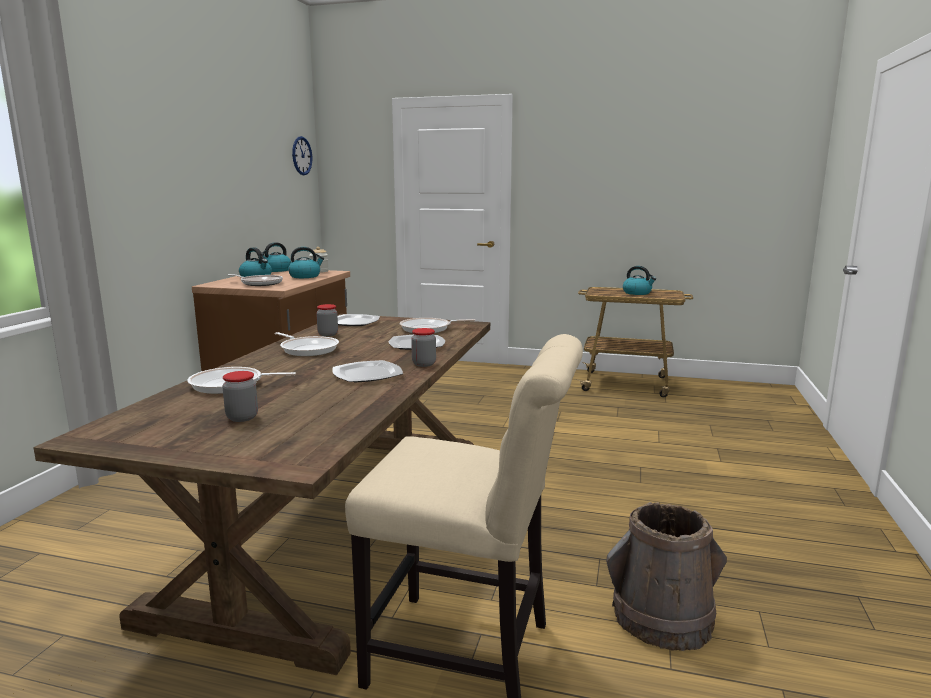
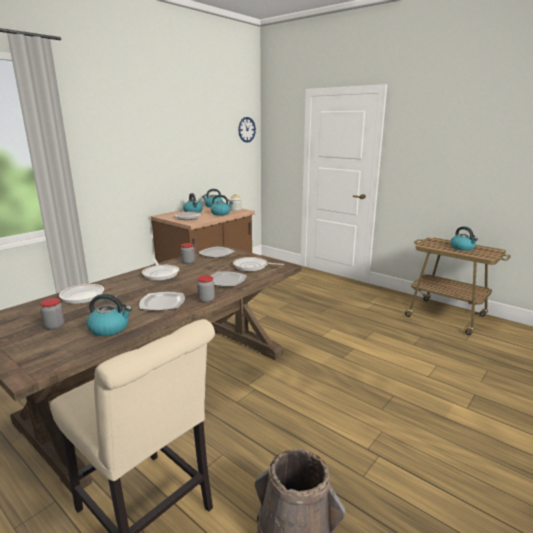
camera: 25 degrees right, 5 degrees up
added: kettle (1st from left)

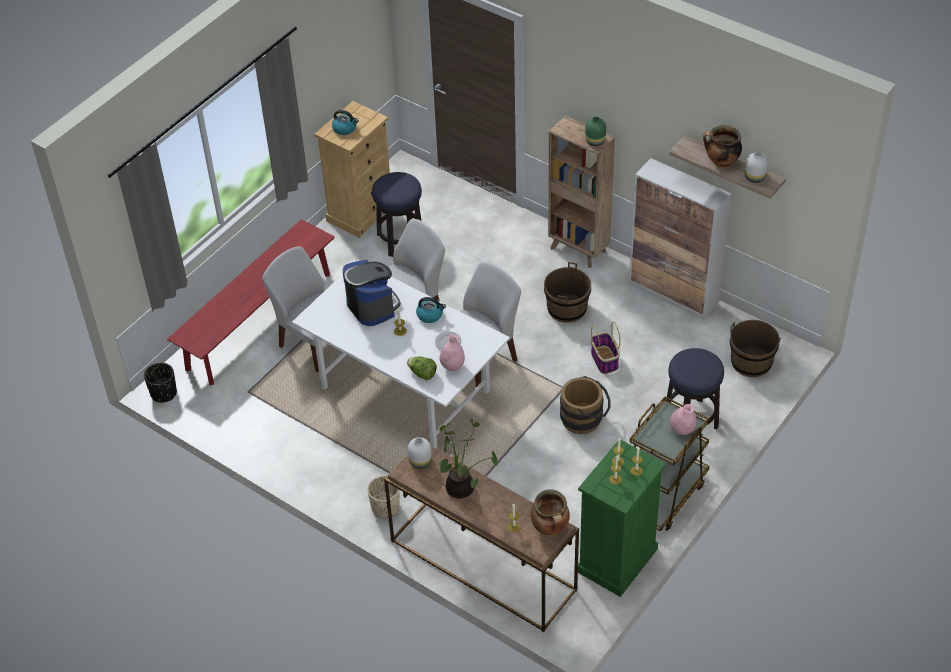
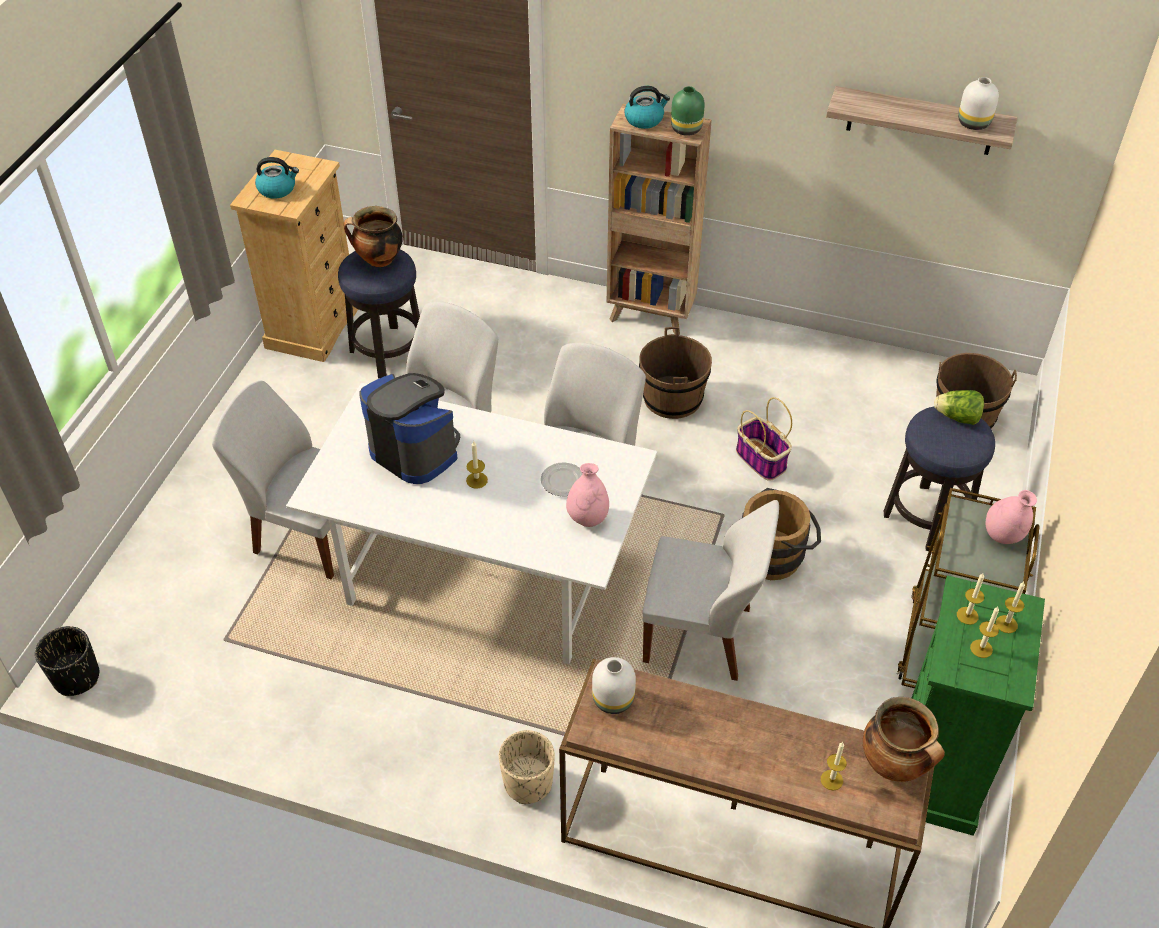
camera: 20 degrees left, 0 degrees up
removed: cabinet; red bench; potted plant
added: white chair (4th from left)
moved: cooking pot (2nd from left in the first image) to cooking pot (1st from left); kettle (2nd from left); lettuce

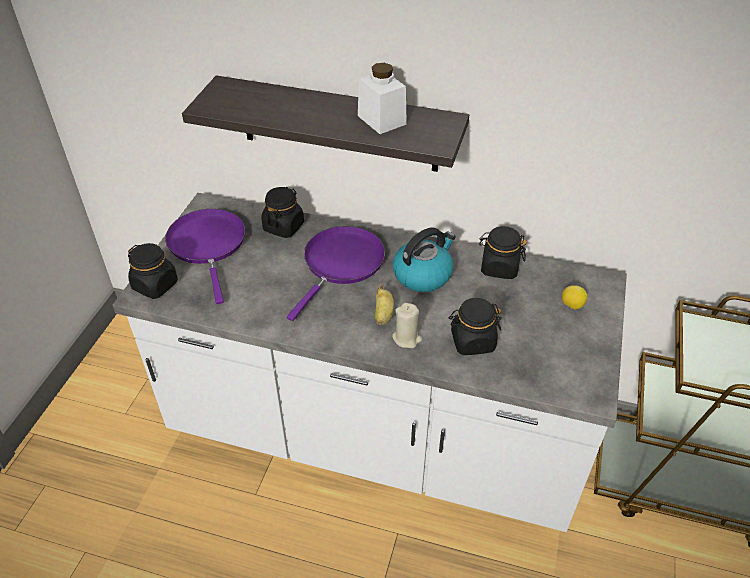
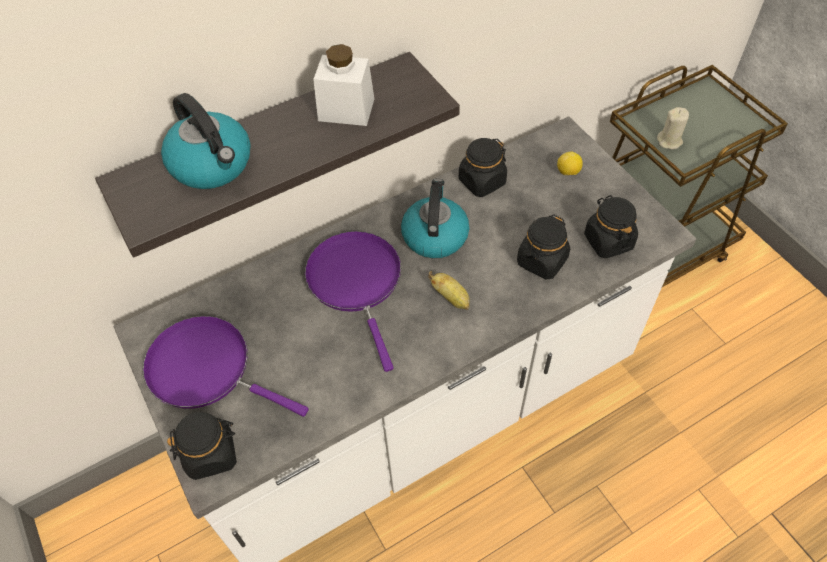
camera: 45 degrees left, 10 degrees up
added: kettle (1st from left)
moved: black jar (2nd from left in the first image) to black jar (4th from left); beige candle

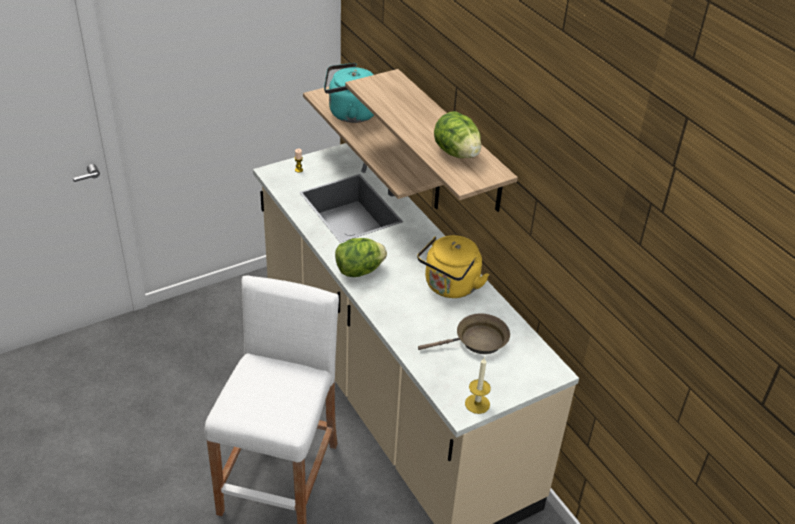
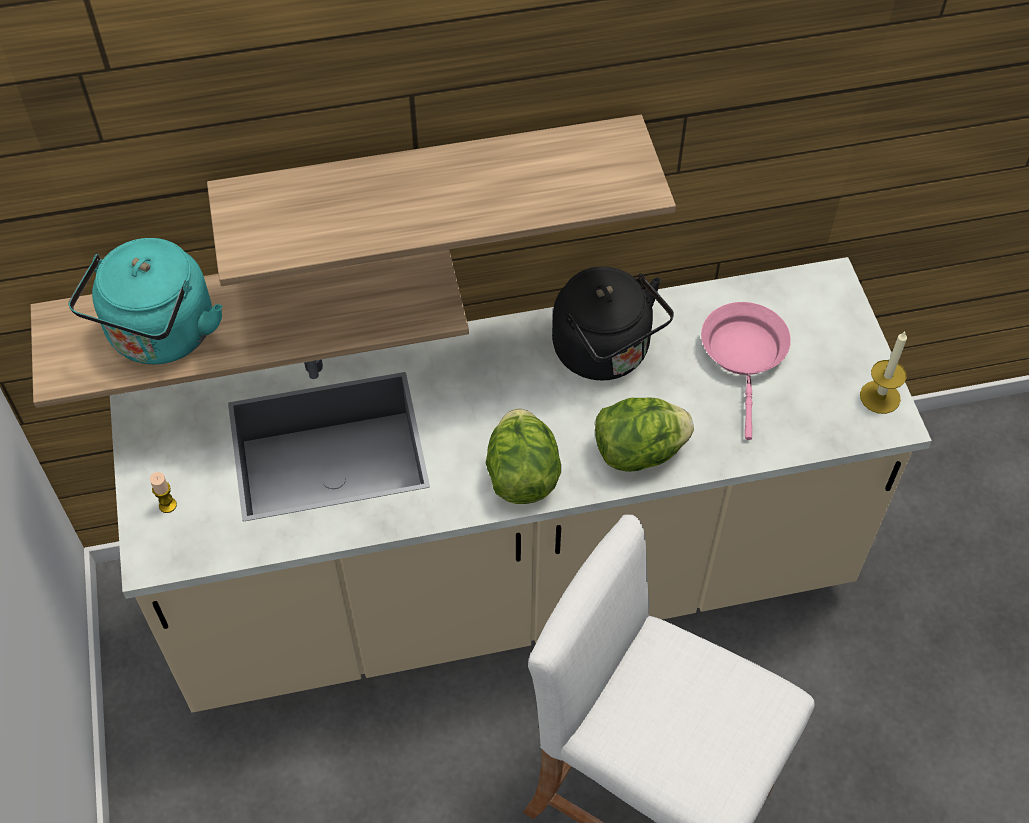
camera: 70 degrees left, 15 degrees up
moved: lettuce (2nd from left)
recoloured: yellow kettle to black kettle; brown frying pan to pink frying pan

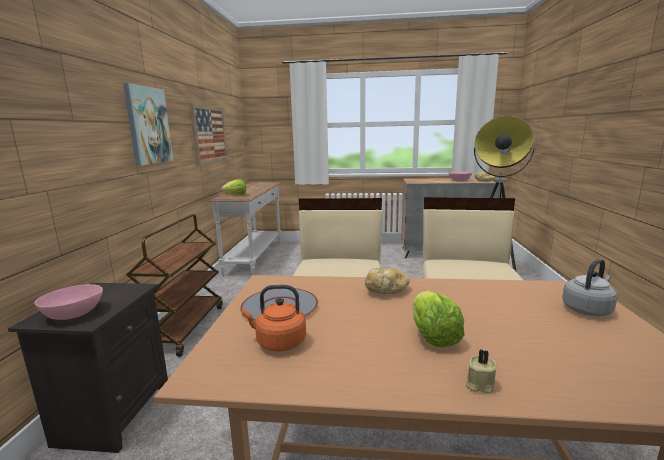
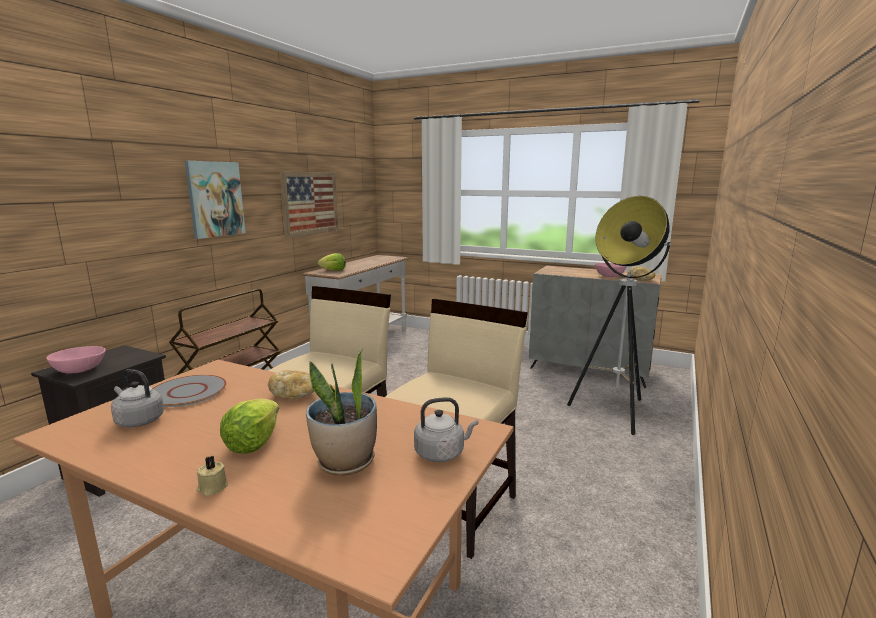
camera: 20 degrees right, 0 degrees up
added: potted plant
recoloured: orange kettle to grey kettle (1st from left)

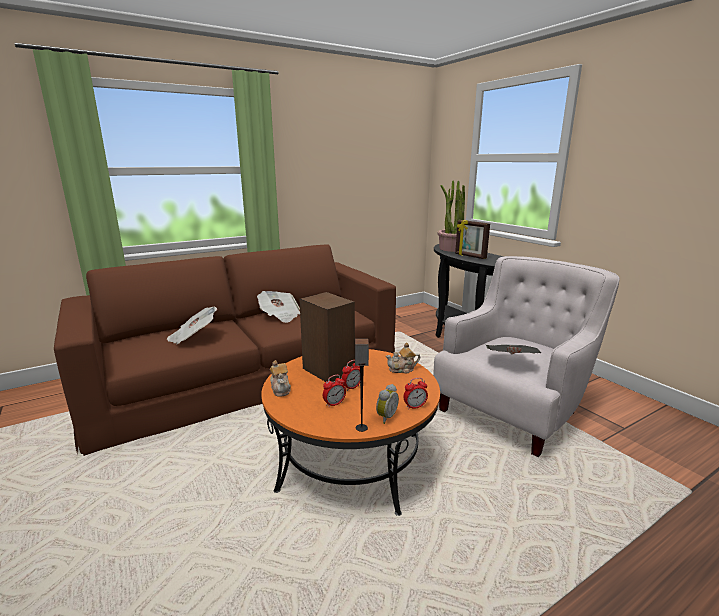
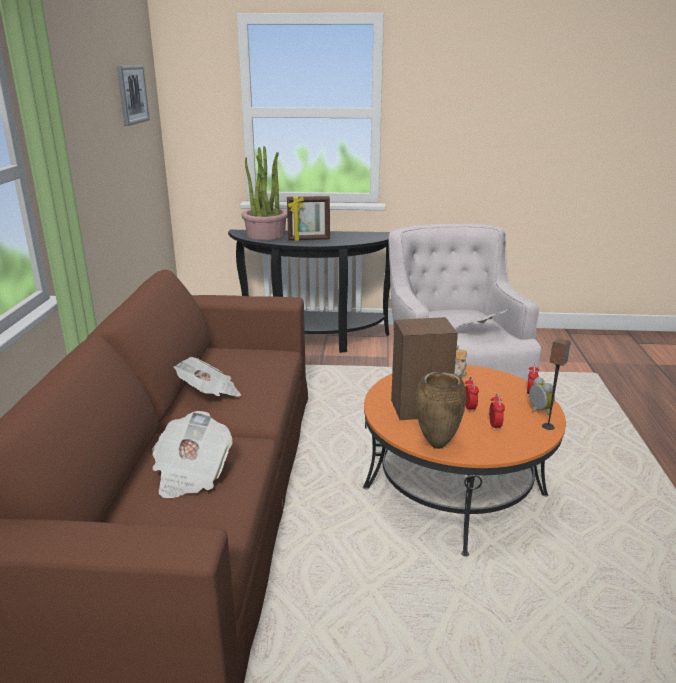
camera: 55 degrees left, 5 degrees up
added: picture
replaced: teapot (1st from left) to brown vase

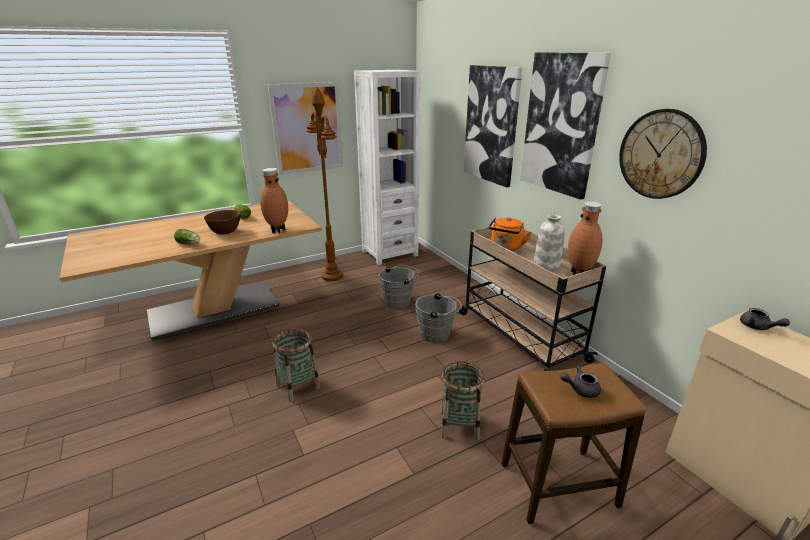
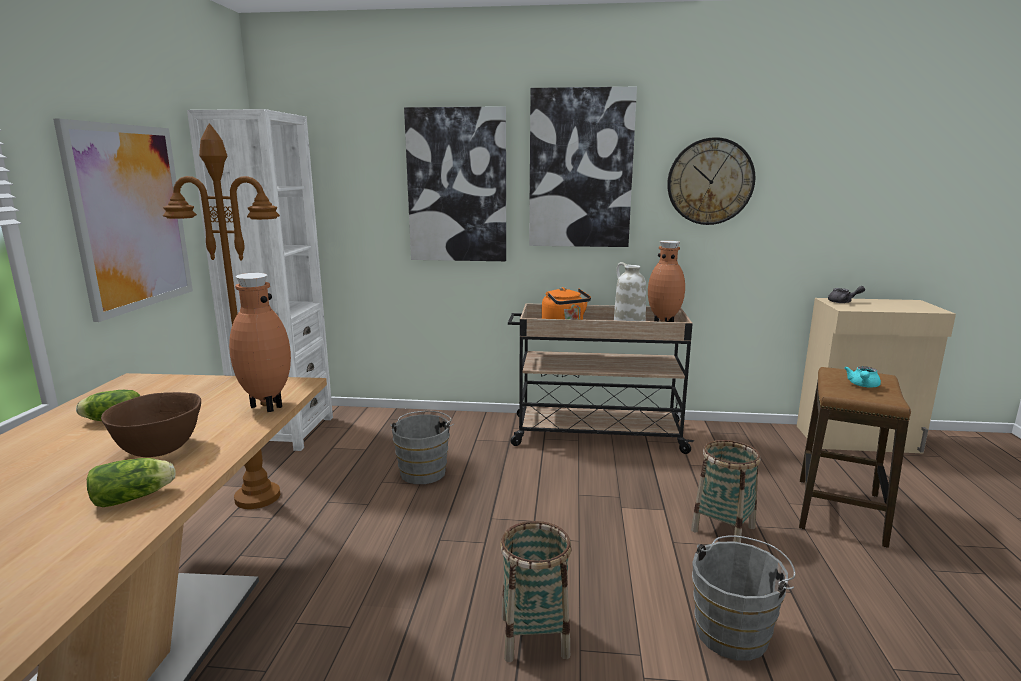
camera: 55 degrees left, 10 degrees down
moved: grey bucket (2nd from left)
recoloured: grey teapot (1st from left) to turquoise teapot

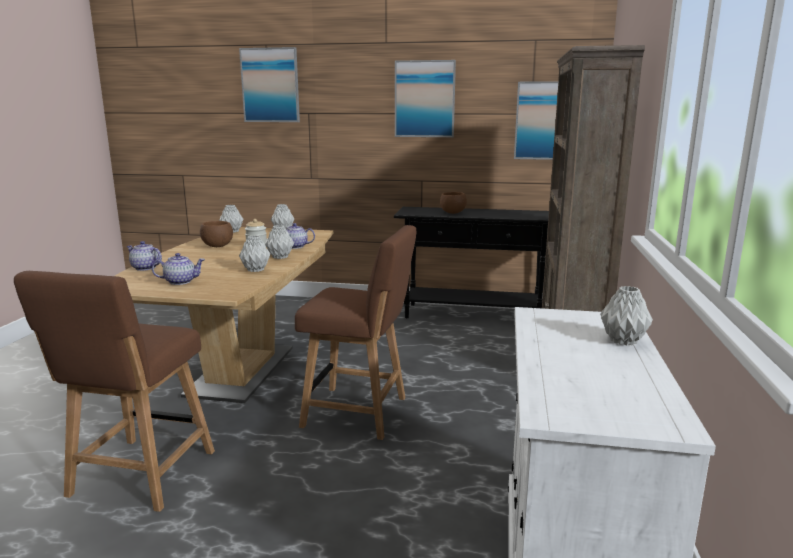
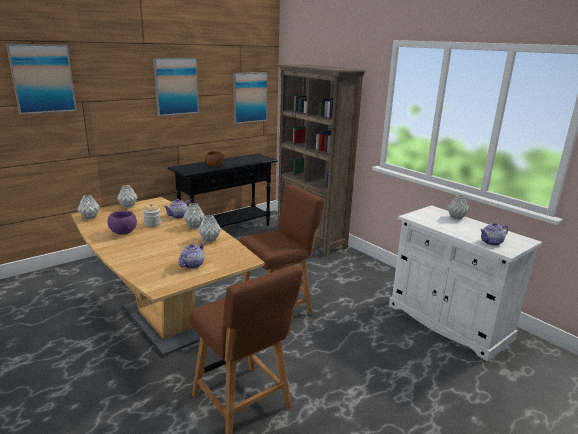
camera: 50 degrees left, 5 degrees up
moved: teapot (1st from left in the first image) to teapot (3rd from left)
recoloured: brown bowl (1st from left) to purple bowl

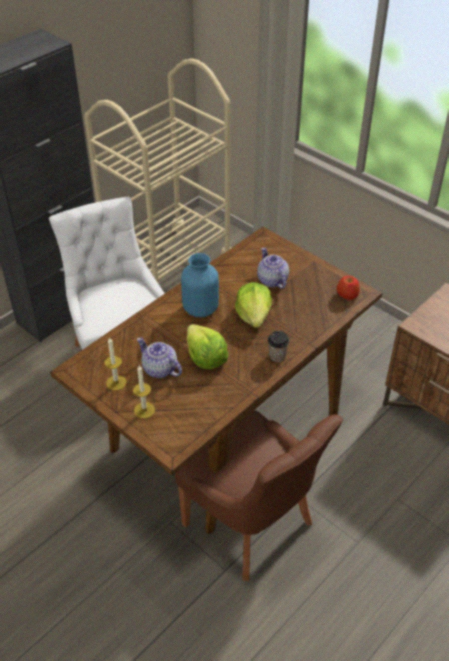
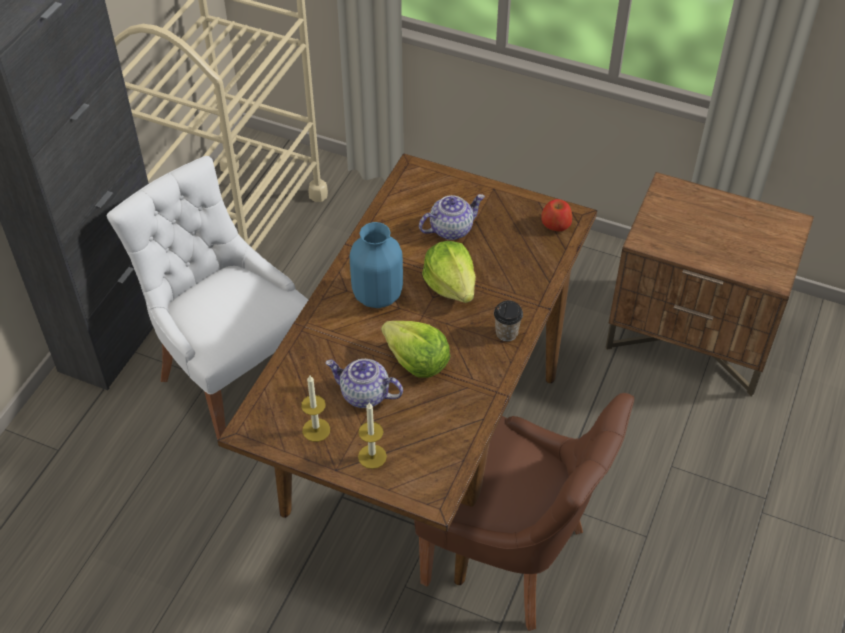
camera: 20 degrees left, 5 degrees up
turned: teapot (2nd from left) 105 degrees clockwise

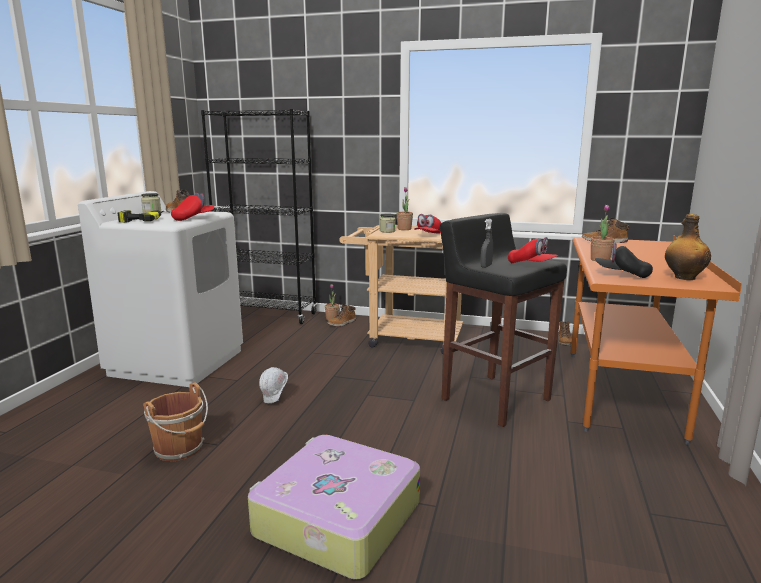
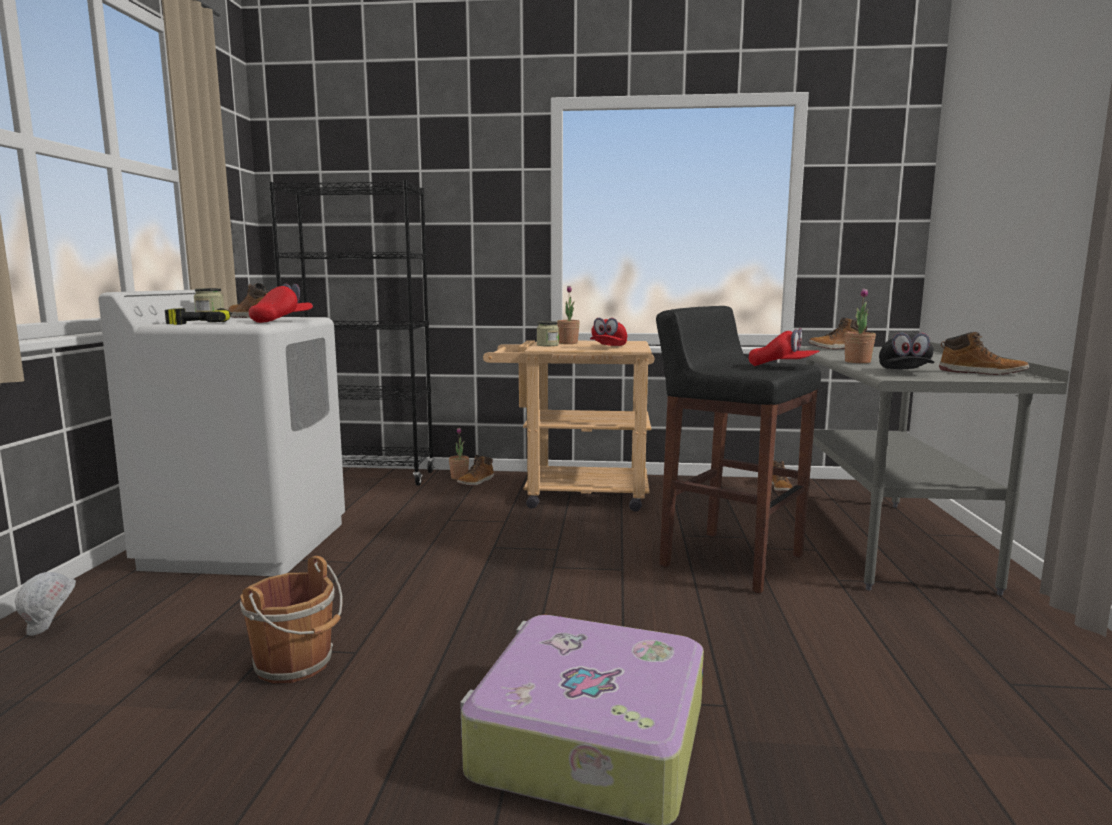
camera: 10 degrees left, 5 degrees down
removed: grey spray bottle
moved: white hard hat
replaced: bottle to boot (5th from left)
recoloured: orange desk to grey desk
turned: black cap 90 degrees counterclockwise

